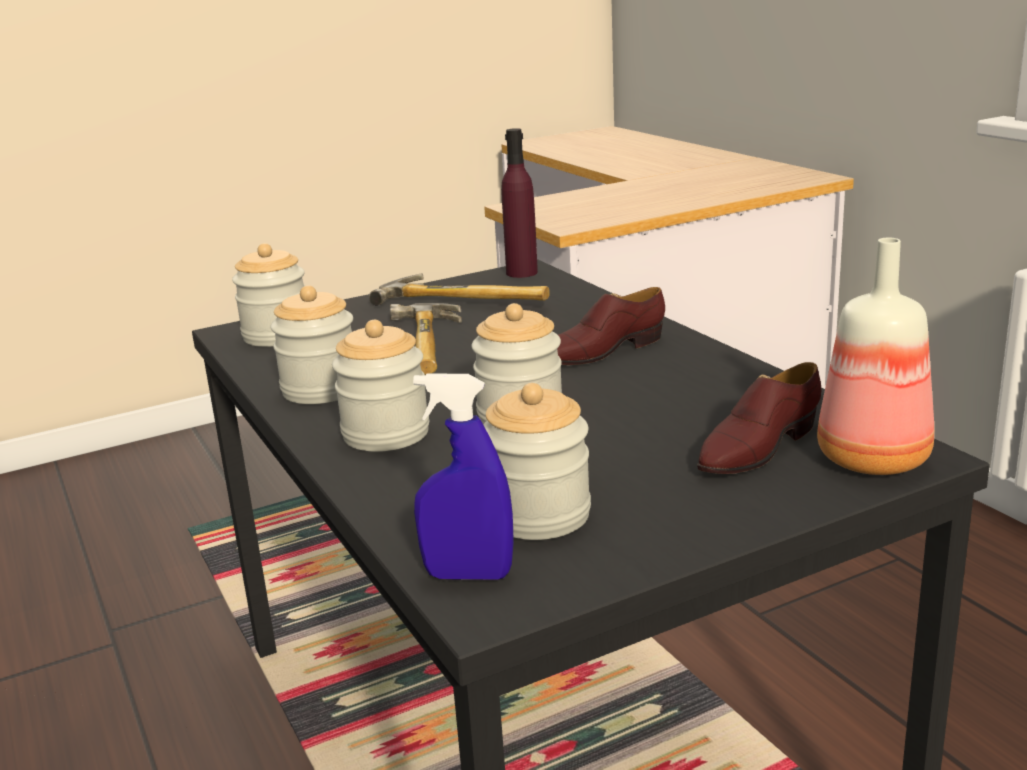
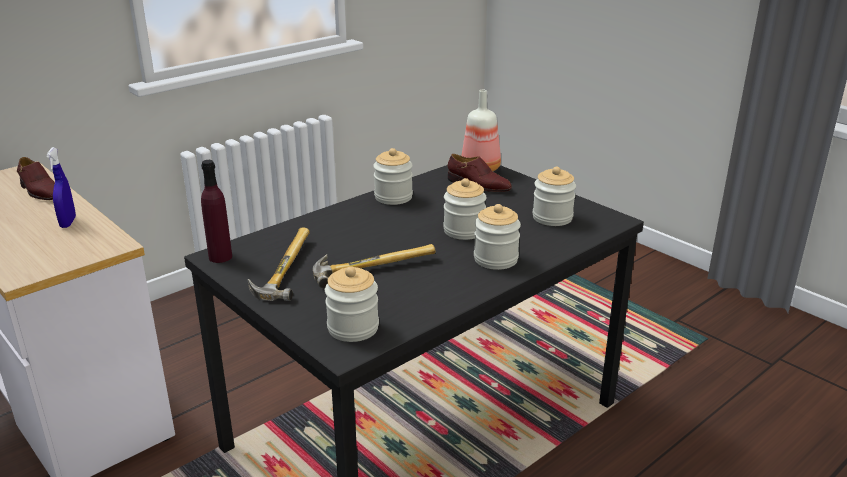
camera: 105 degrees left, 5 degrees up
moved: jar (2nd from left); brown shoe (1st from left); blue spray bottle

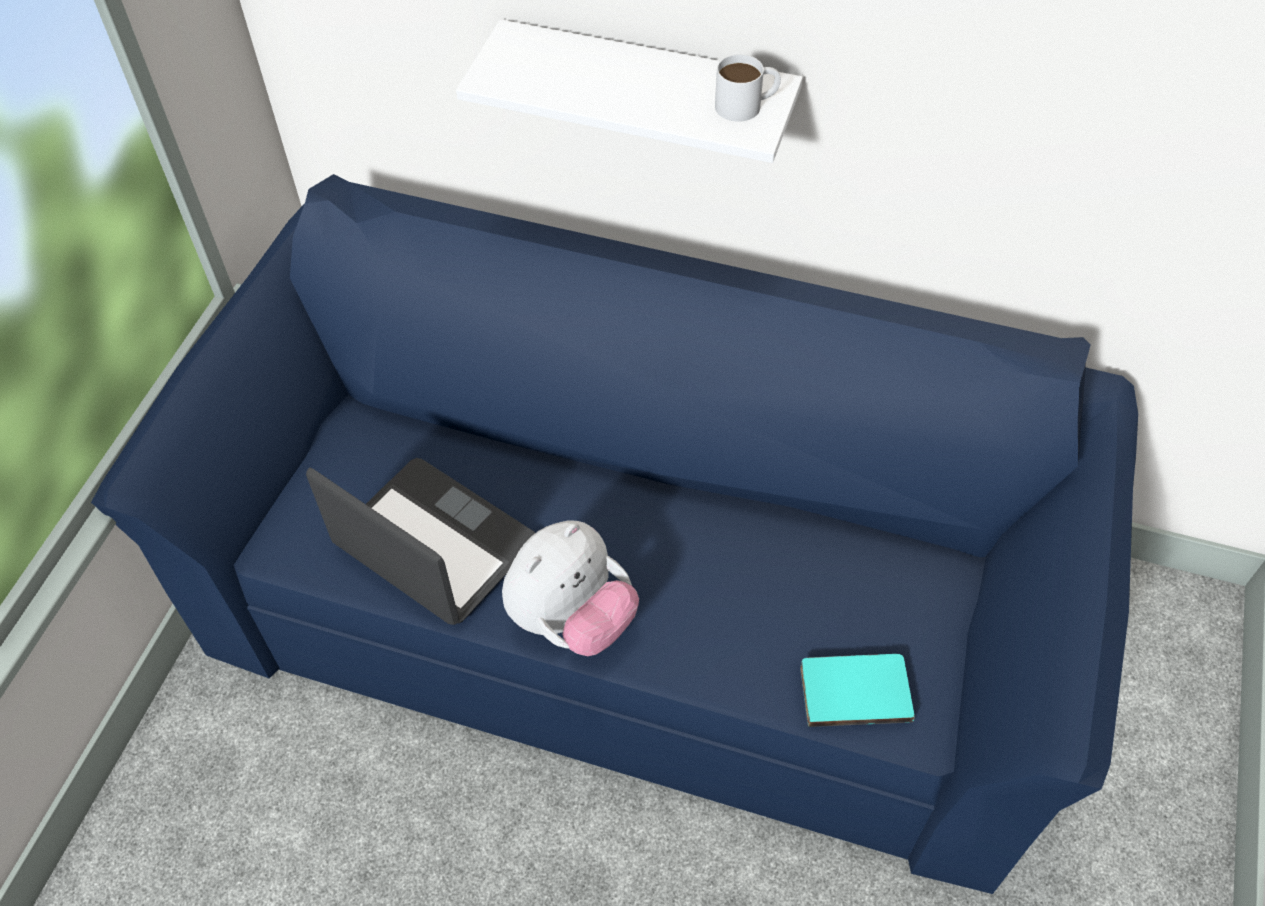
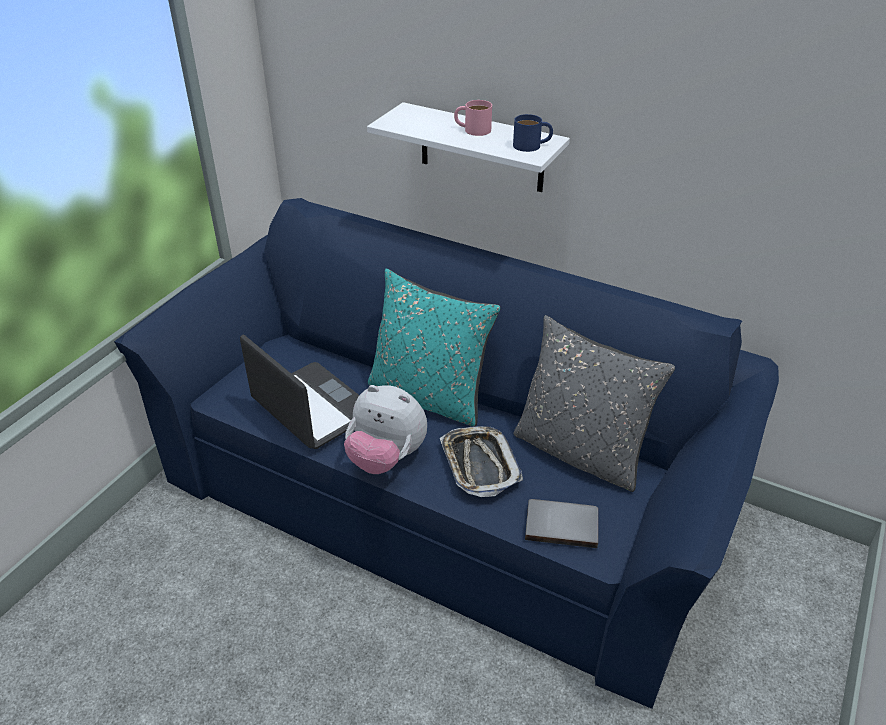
camera: 10 degrees right, 15 degrees down
added: pink mug; turquoise pillow; grey pillow; tray
recoloured: white mug to blue mug; turquoise book to grey book
turned: plush toy 60 degrees clockwise

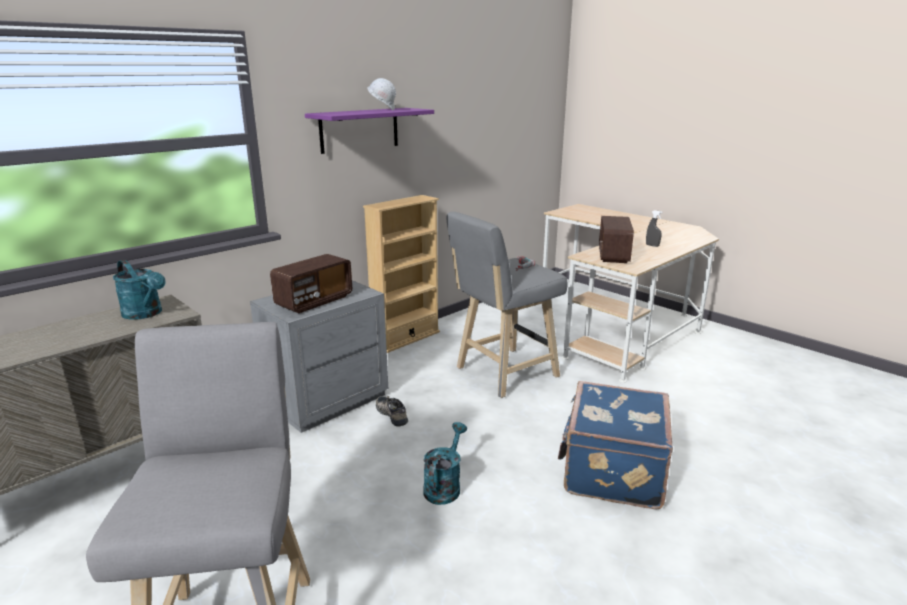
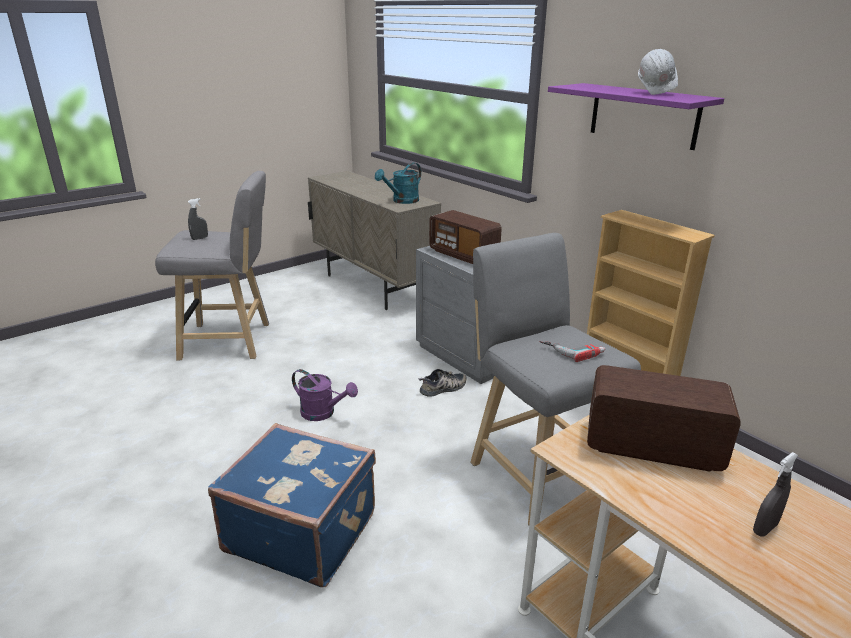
camera: 95 degrees right, 5 degrees up
added: grey spray bottle (1st from left)
recoloured: turquoise watering can (2nd from left) to purple watering can

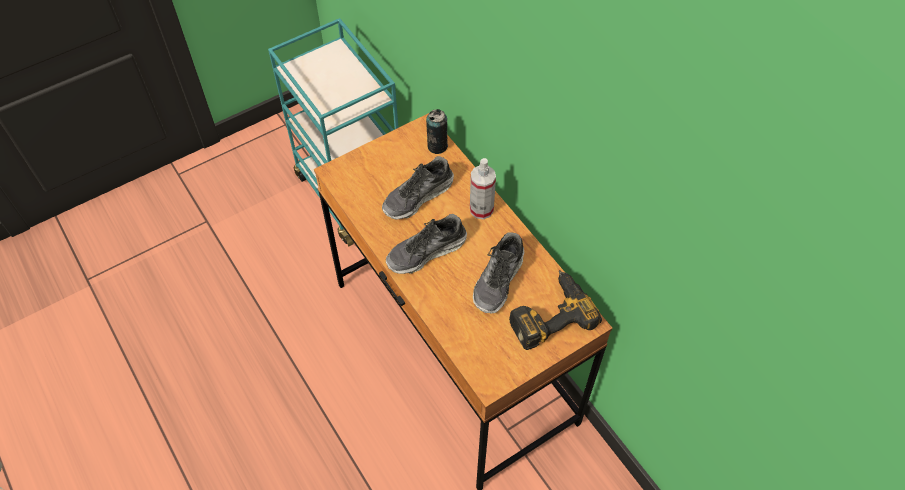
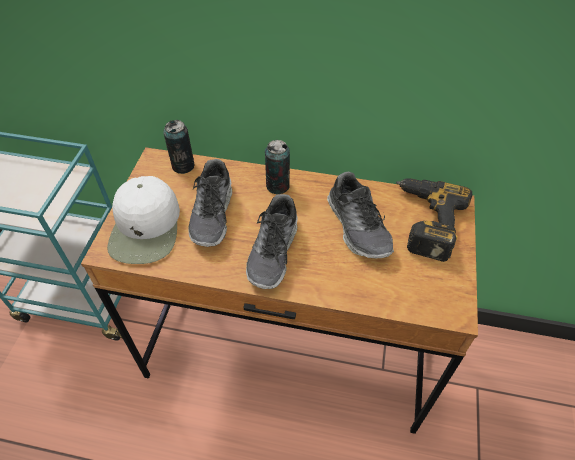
camera: 45 degrees left, 5 degrees down
added: white cap
replaced: spray bottle to can (2nd from left)

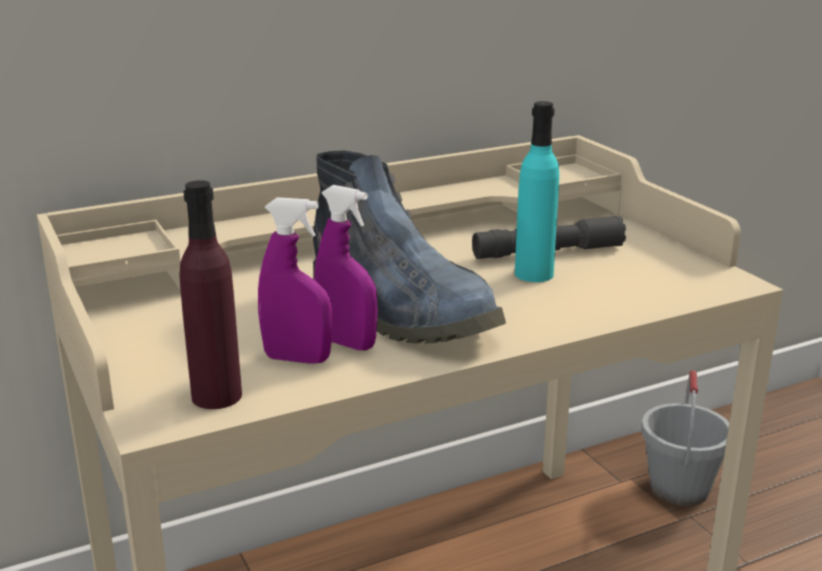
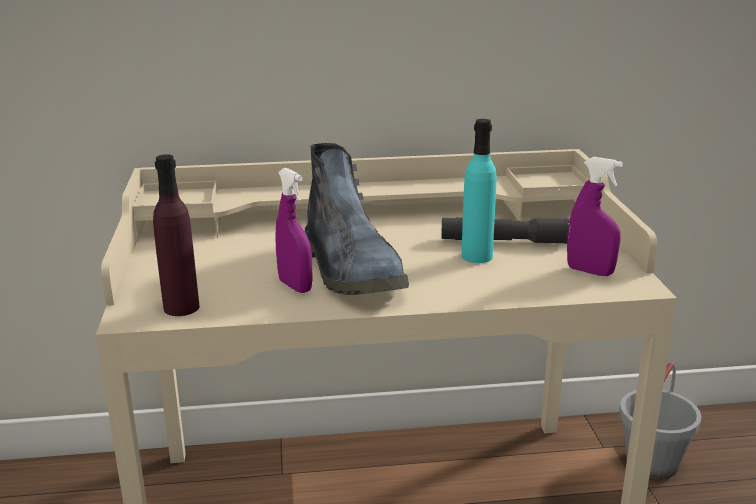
camera: 20 degrees right, 0 degrees up
moved: purple spray bottle (1st from left in the first image) to purple spray bottle (2nd from left)

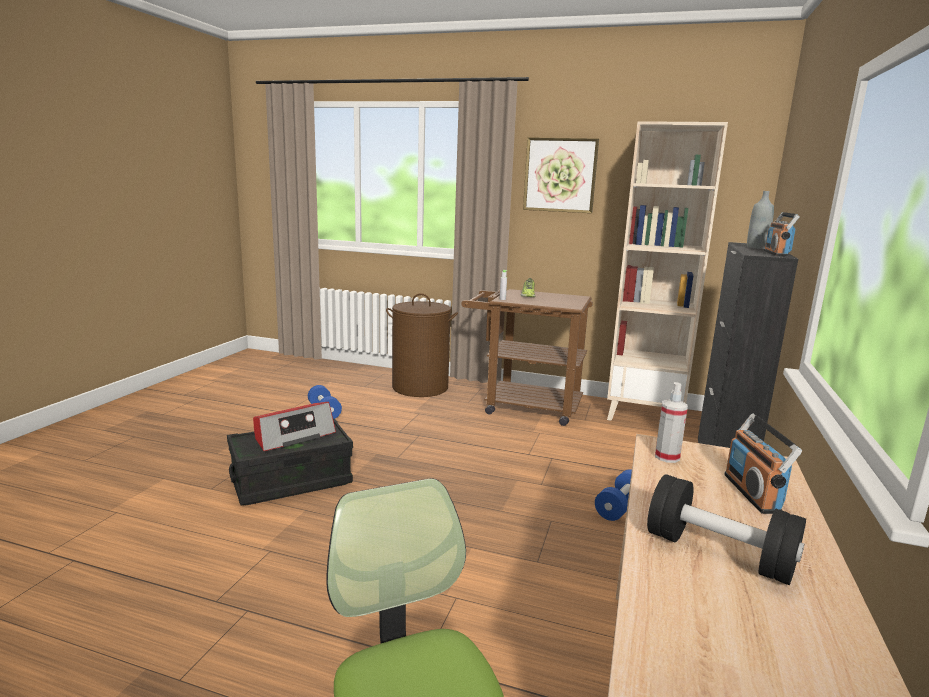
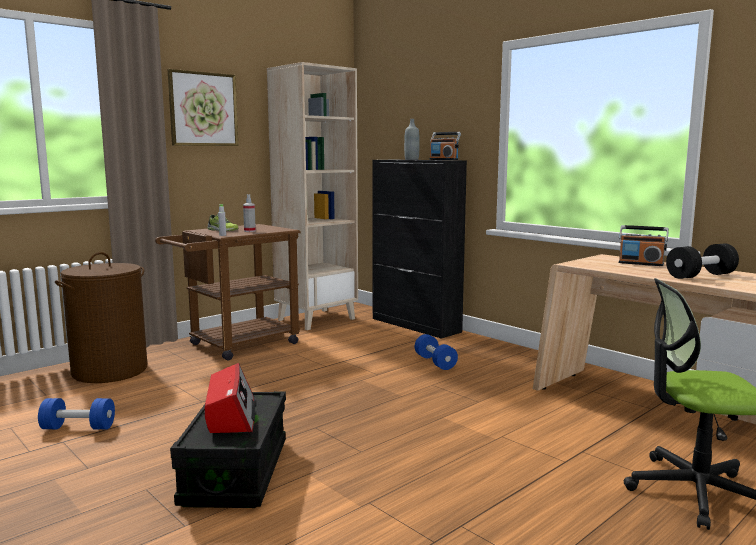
camera: 60 degrees left, 5 degrees down
moved: spray bottle

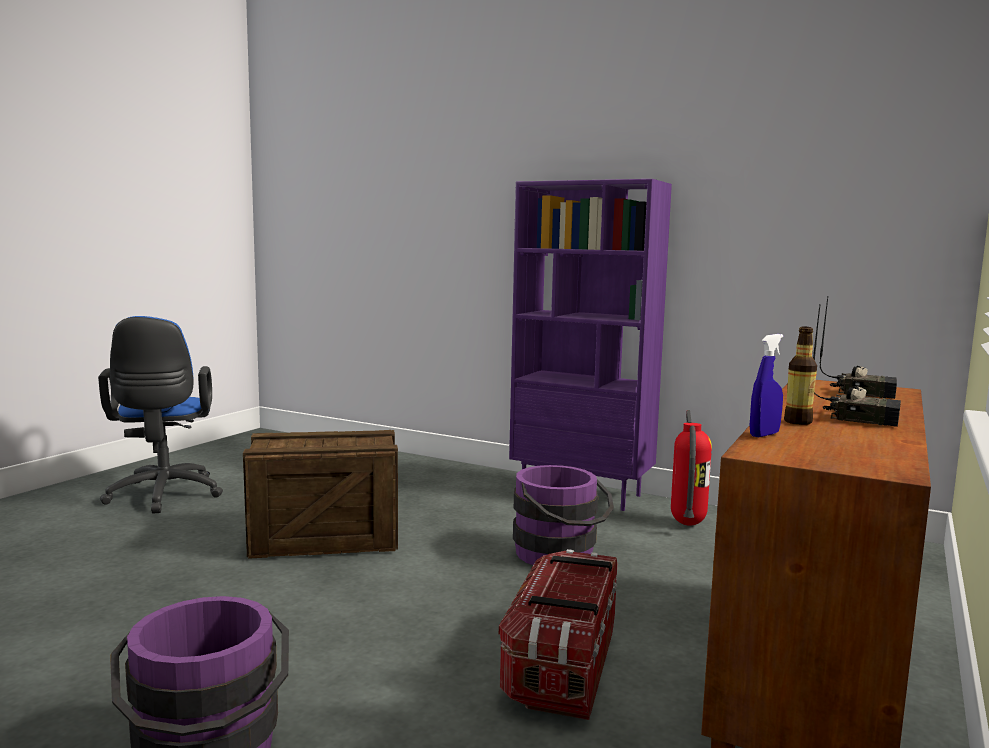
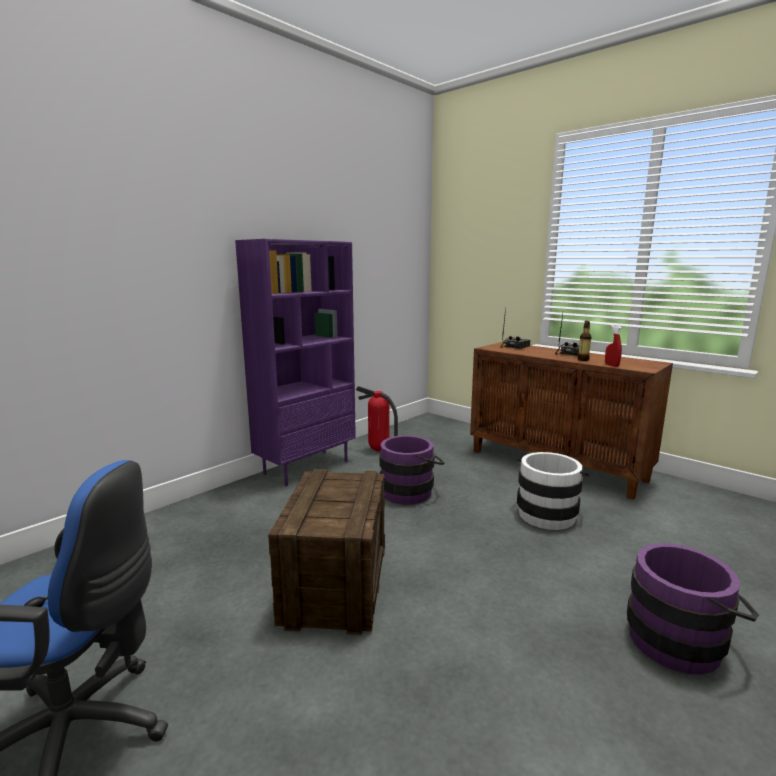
camera: 75 degrees left, 5 degrees up
replaced: storage box to white bucket
recoloured: blue spray bottle to red spray bottle

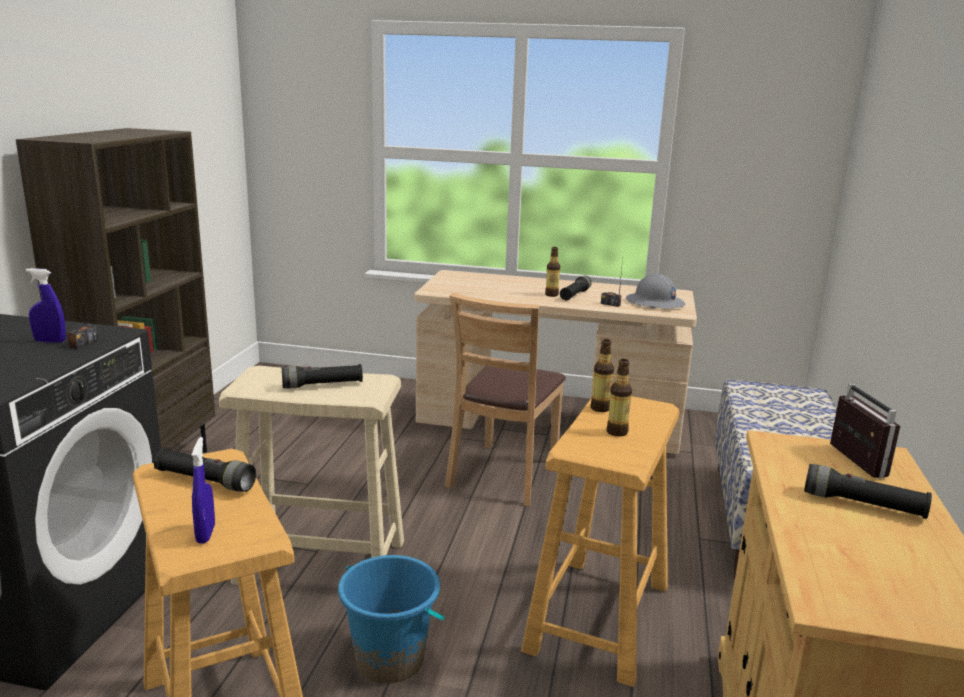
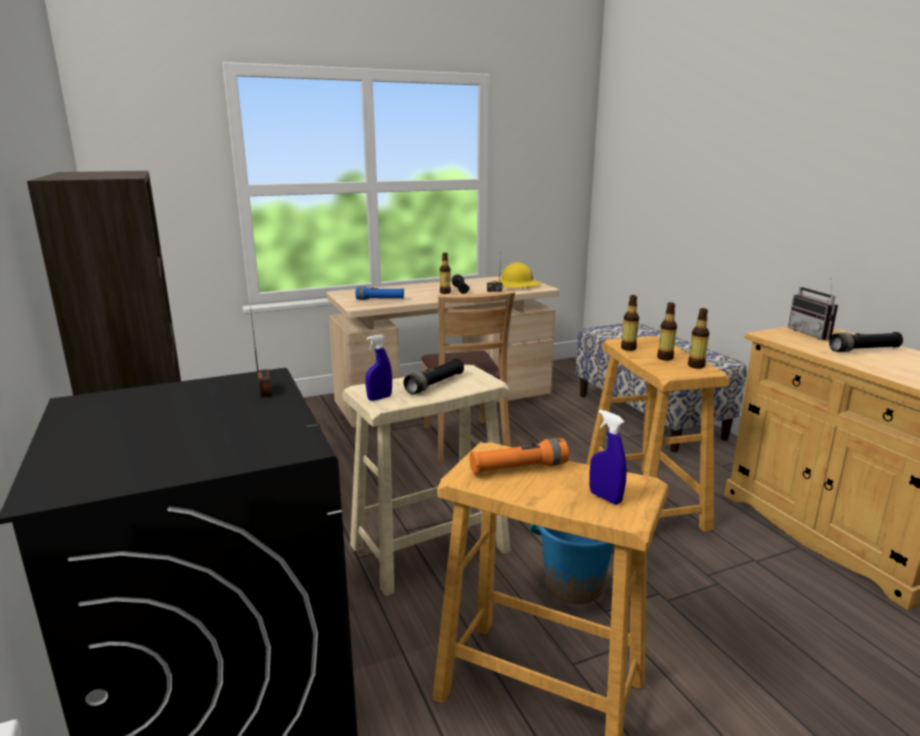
camera: 35 degrees left, 0 degrees up
added: blue flashlight; bottle (4th from left)
moved: blue spray bottle (1st from left)
recoloured: grey hard hat to yellow hard hat; black flashlight (1st from left) to orange flashlight
turned: radio (3rd from left) 150 degrees counterclockwise

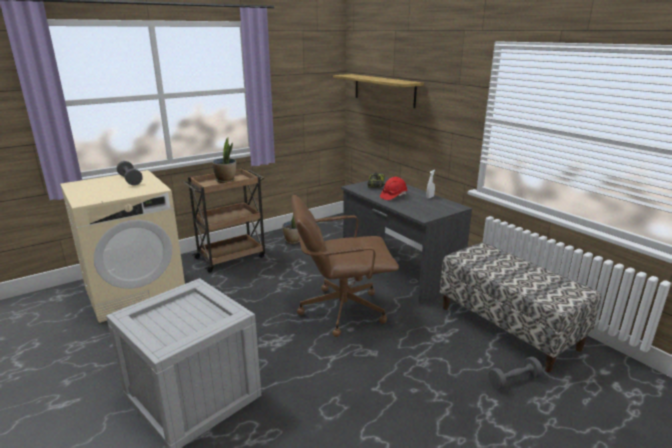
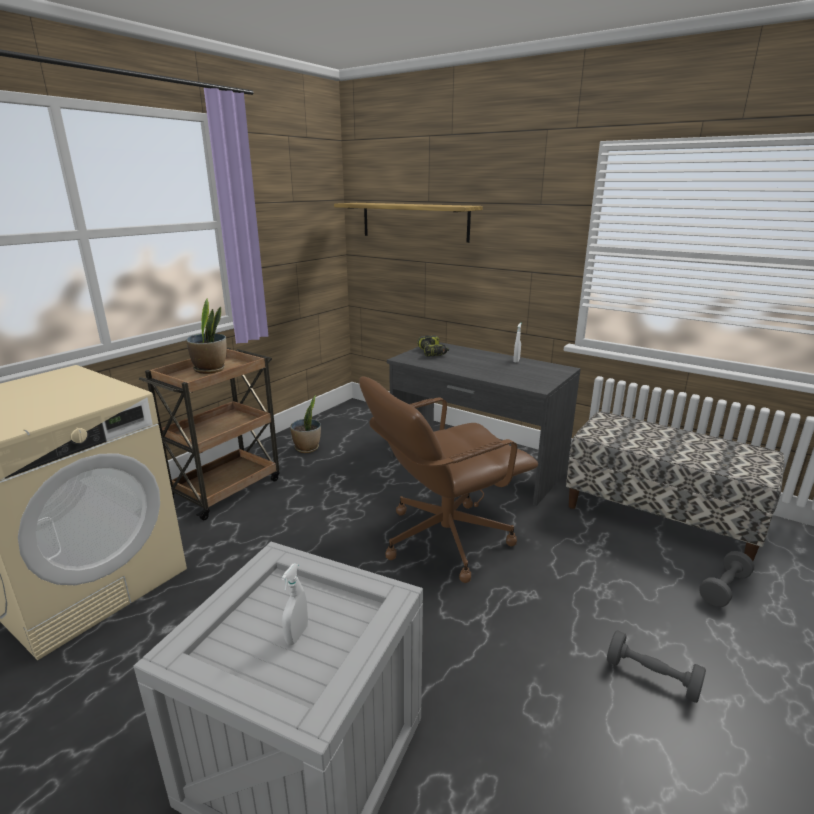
camera: 20 degrees left, 0 degrees up
removed: red hard hat
added: white spray bottle (1st from left)
moved: grey dumbbell (1st from left)

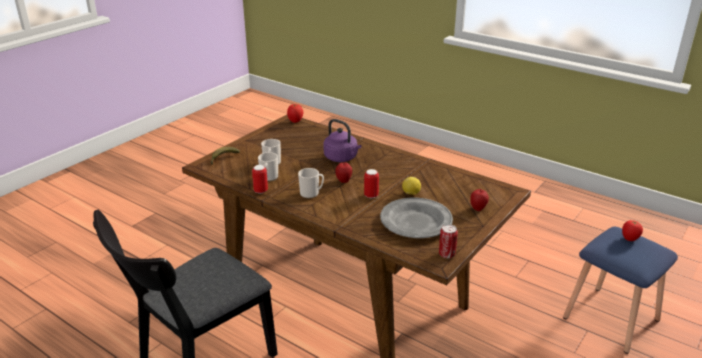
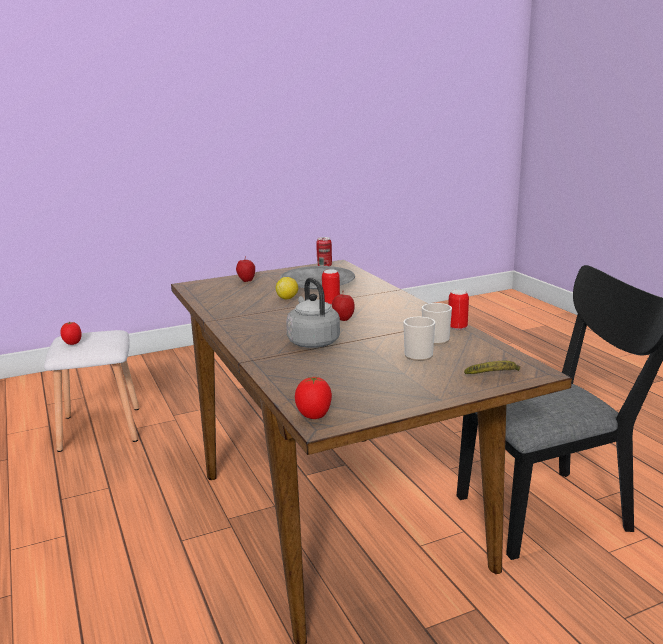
camera: 150 degrees left, 10 degrees down
removed: mug (3rd from left)
recoloured: purple kettle to grey kettle; blue stool to white stool

